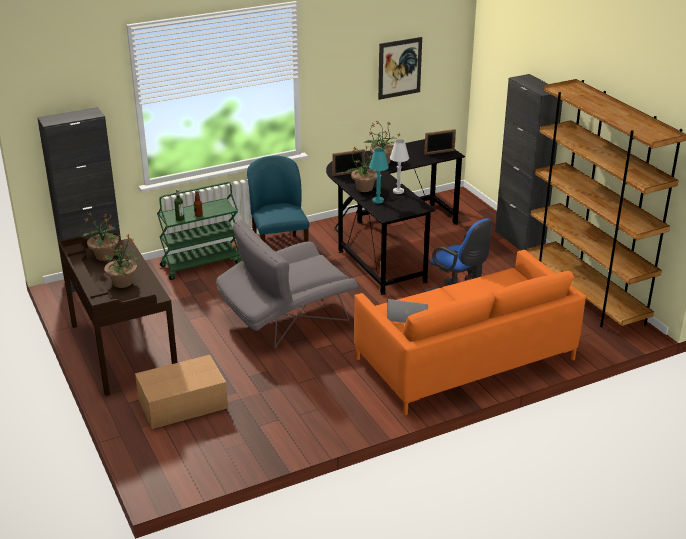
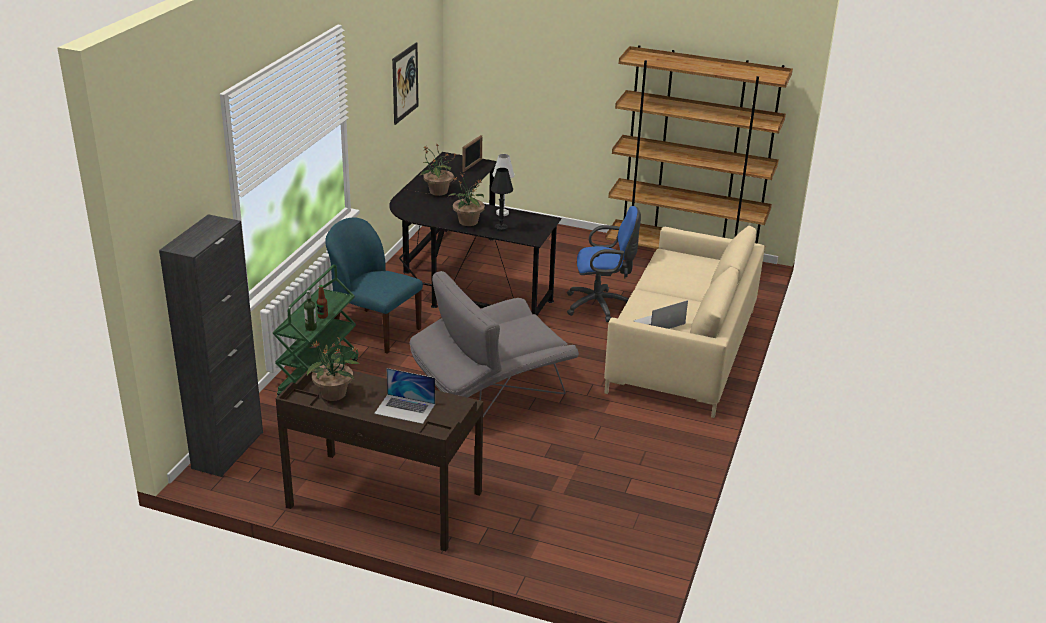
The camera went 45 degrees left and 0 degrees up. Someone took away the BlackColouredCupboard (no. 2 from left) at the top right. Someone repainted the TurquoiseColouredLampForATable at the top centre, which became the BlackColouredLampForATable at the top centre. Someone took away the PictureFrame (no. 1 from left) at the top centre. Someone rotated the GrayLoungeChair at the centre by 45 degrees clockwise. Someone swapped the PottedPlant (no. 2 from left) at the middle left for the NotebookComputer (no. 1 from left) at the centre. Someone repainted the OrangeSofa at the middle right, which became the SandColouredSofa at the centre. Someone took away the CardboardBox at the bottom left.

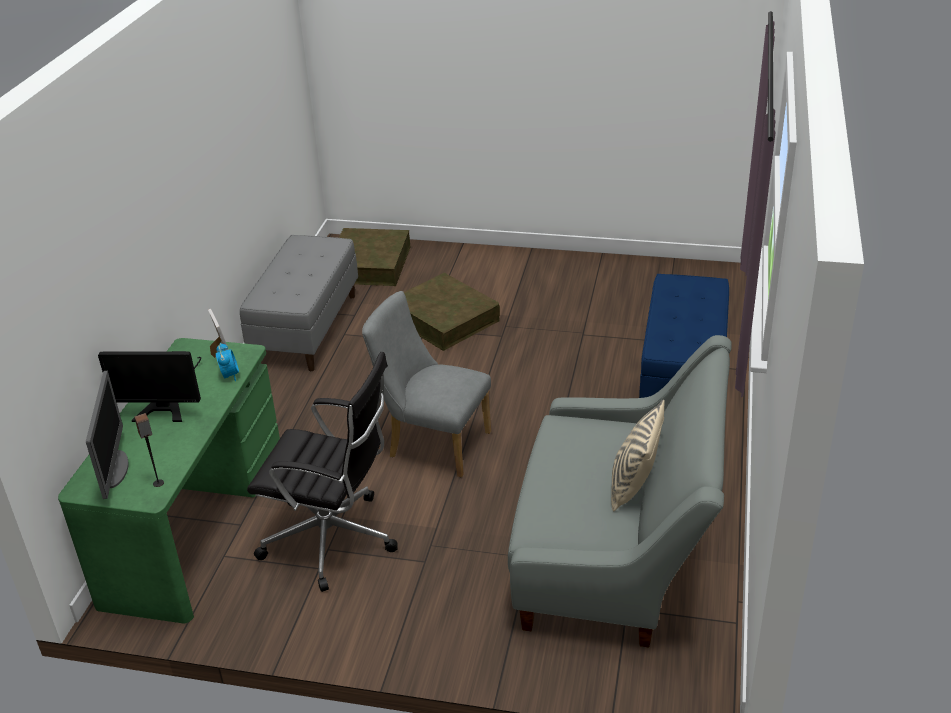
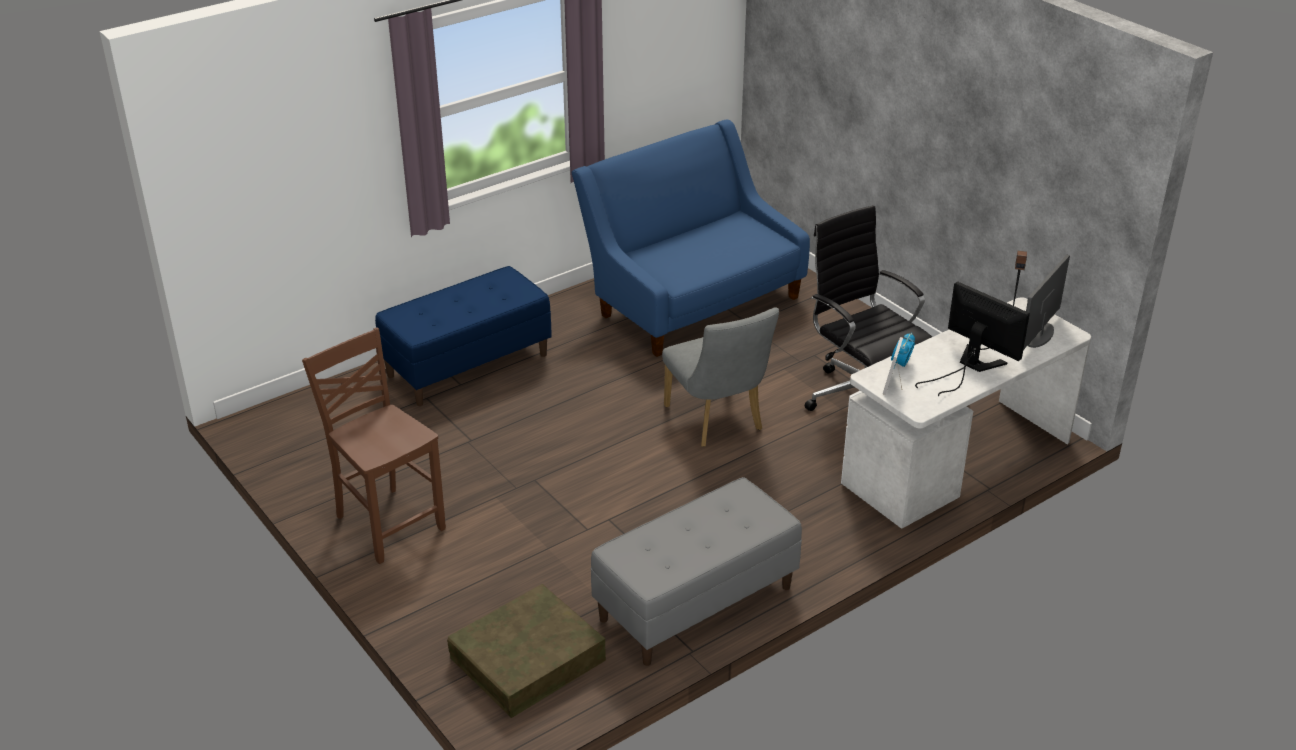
The camera went 140 degrees left and 0 degrees up. Someone took away the BrownStorageBin (no. 2 from left) at the centre. Someone repainted the GraySofa at the bottom centre, which became the BlueColouredSofa at the top centre. Someone repainted the GreenishDesk at the bottom left, which became the WhitishDesk at the middle right. Someone took away the SandColouredCushion at the middle right. Someone put down the BrownUprightChair at the middle left.

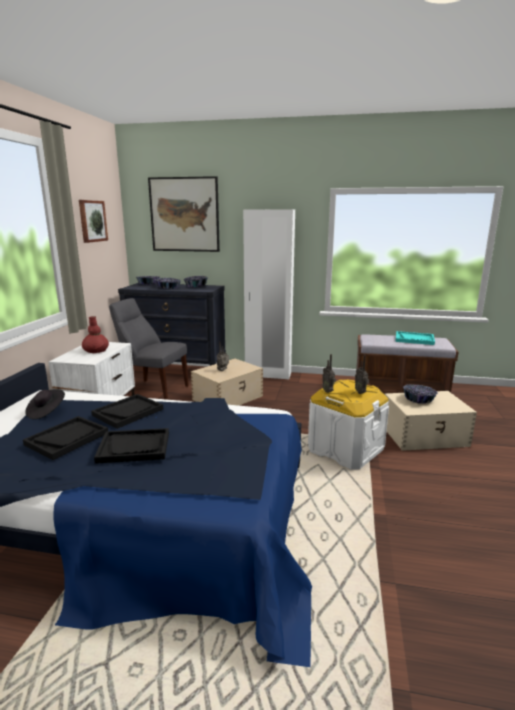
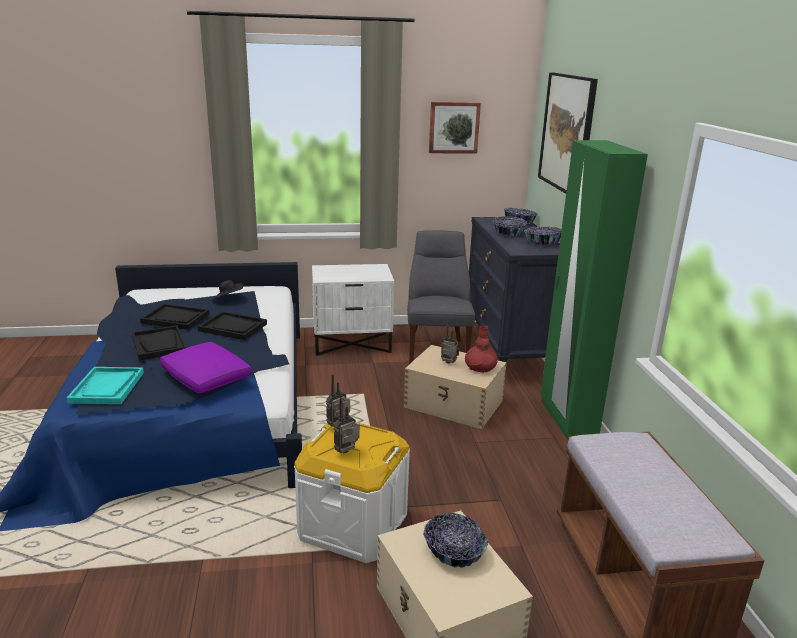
The camera went 70 degrees right and 5 degrees up. Someone repainted the WhitishClothesCupboard at the centre, which became the GreenishClothesCupboard at the middle right. Someone carried the RedColouredVase from the middle left to the centre. Someone carried the TurquoiseColouredCarryingTray from the middle right to the middle left. Someone put down the PurpleColouredCushion at the middle left.

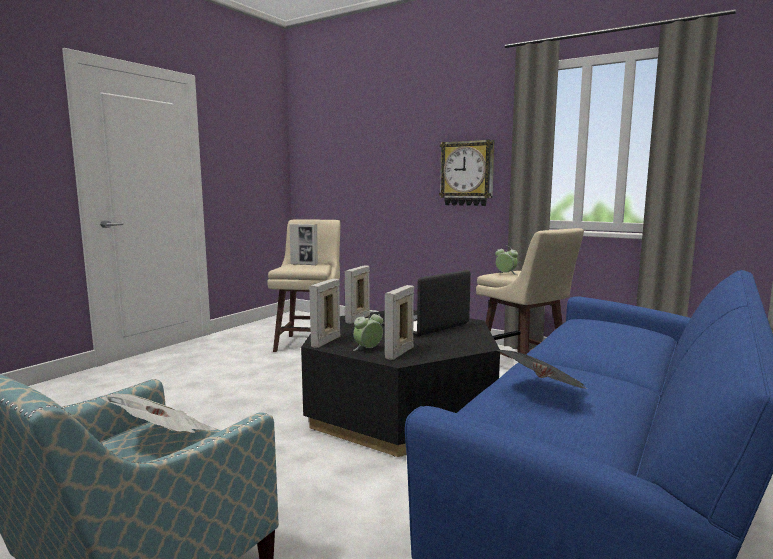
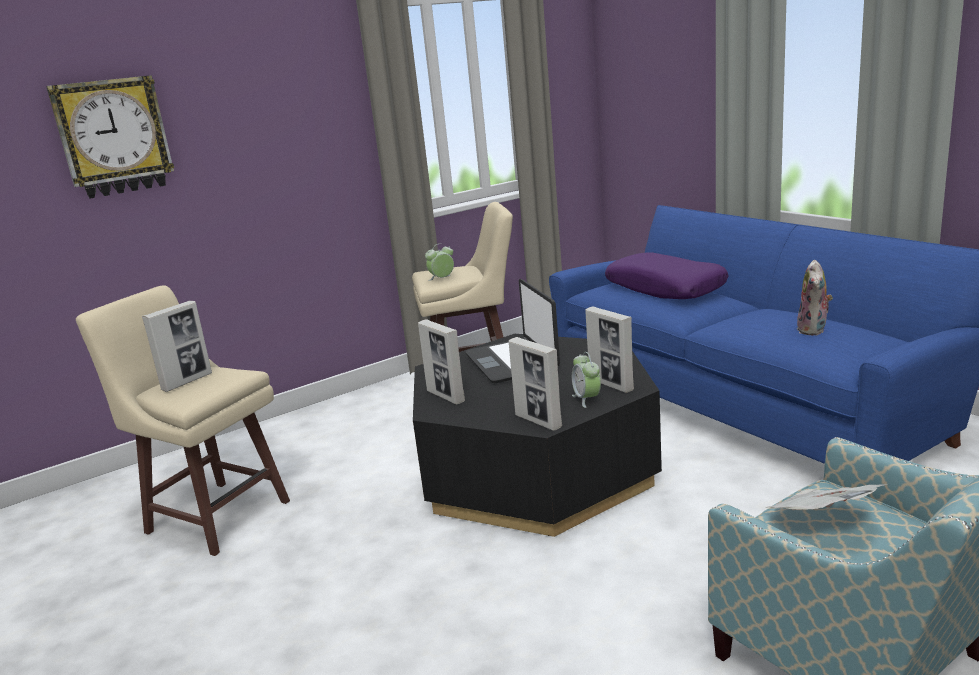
The camera went 65 degrees left and 10 degrees up. Someone carried the ClockOnTheWall from the top centre to the top left. Someone swapped the DailyPaper (no. 2 from left) at the middle right for the CuddlyToy at the middle right. Someone put down the PurpleColouredCushion at the middle right.

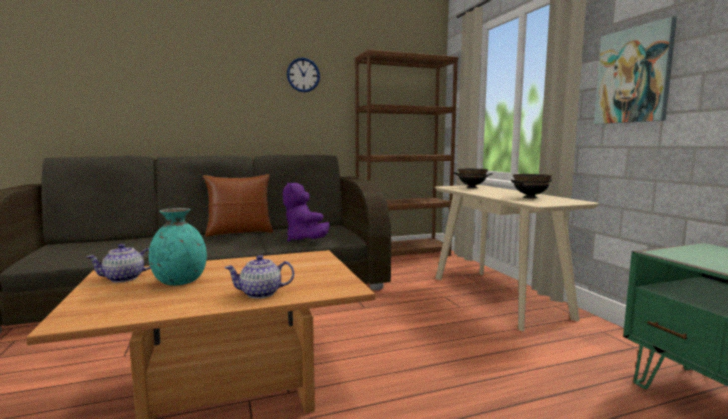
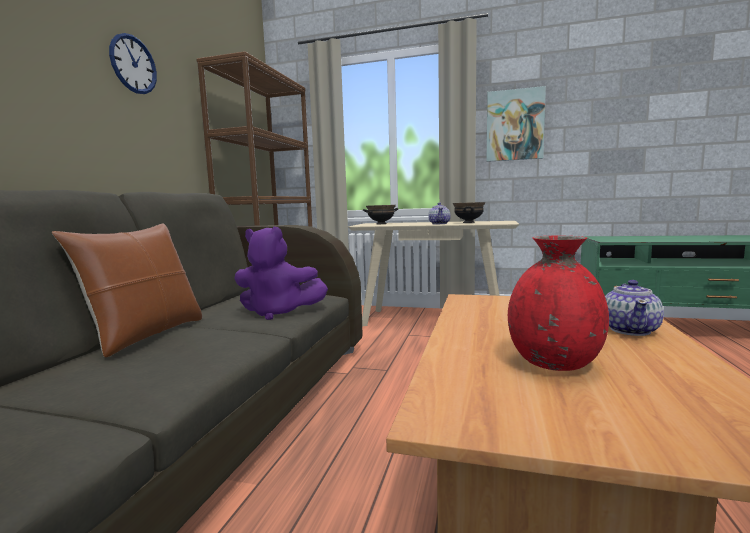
The camera went 55 degrees left and 0 degrees up. Someone repainted the TurquoiseColouredVase at the middle left, which became the RedColouredVase at the middle right. Someone carried the PotForTea (no. 1 from left) from the middle left to the centre.

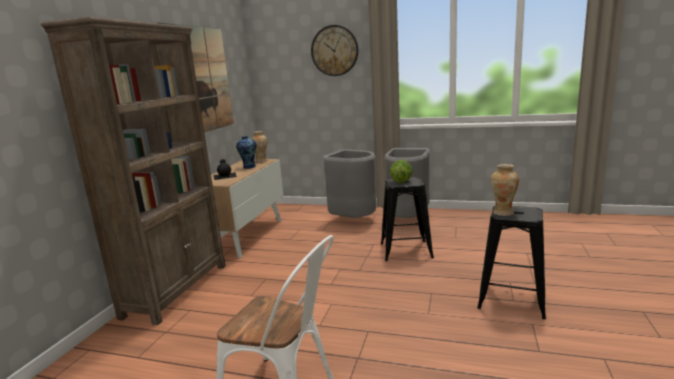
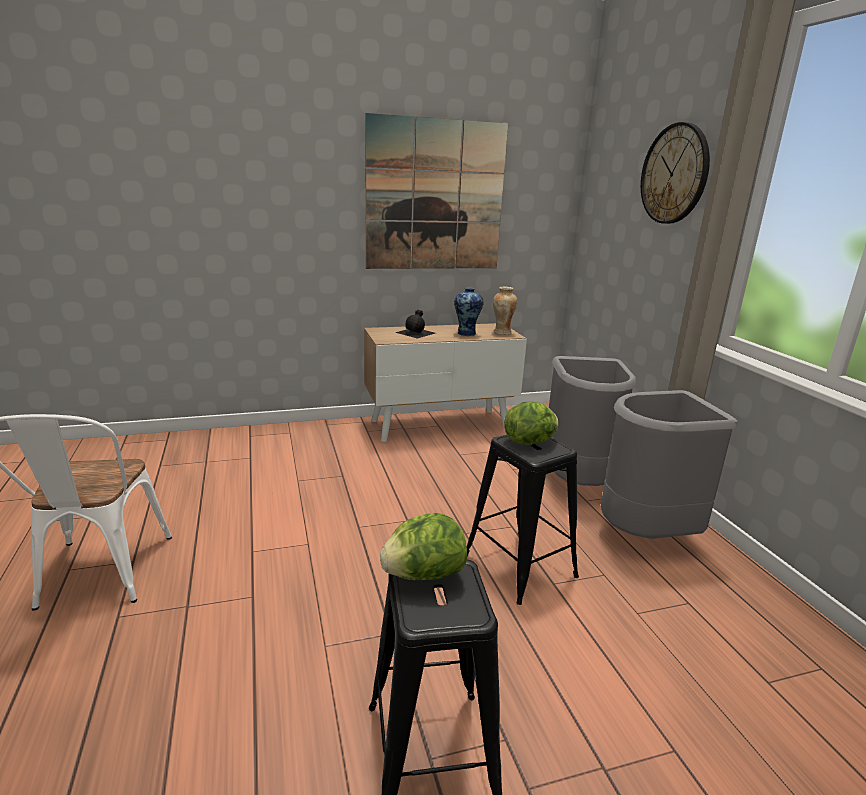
The camera went 55 degrees right and 5 degrees up. Someone took away the BrownShelvingUnit at the middle left. Someone swapped the Vase (no. 3 from left) at the middle right for the HeadOfLettuce (no. 1 from left) at the bottom centre.

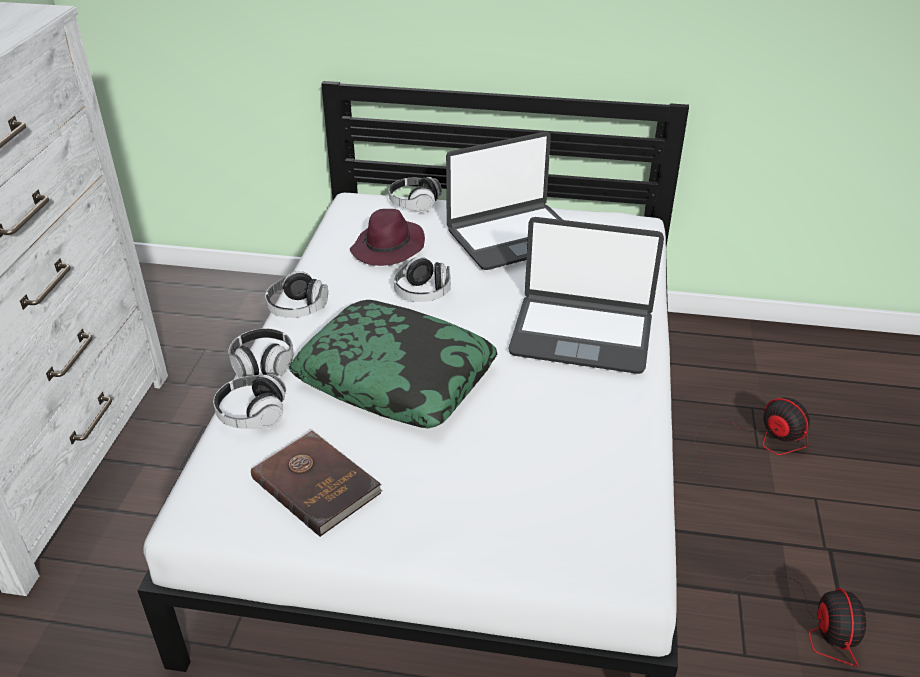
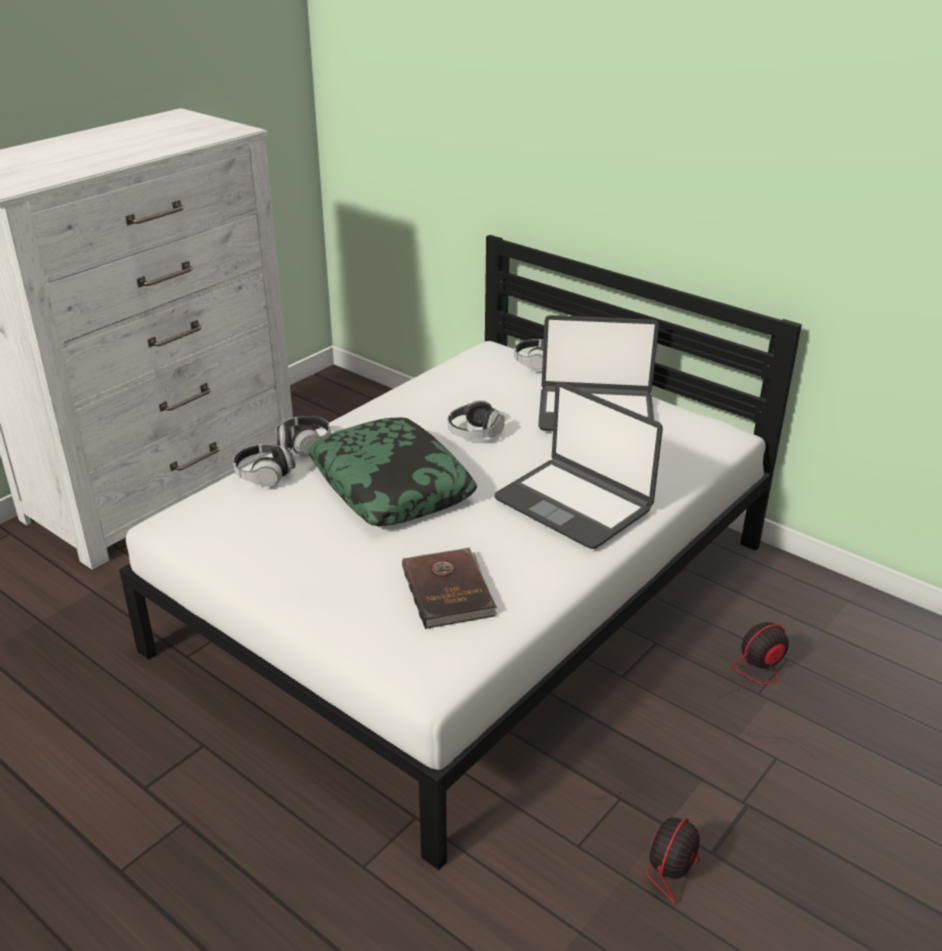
The camera went 30 degrees right and 5 degrees down. Someone took away the PurpleColouredClothingHat at the centre. Someone took away the PairOfHeadphones (no. 3 from left) at the middle left. Someone rotated the CoolingFan (no. 1 from left in the first image) at the middle right by 105 degrees counterclockwise. Someone carried the BrownBoundBook from the bottom centre to the centre.

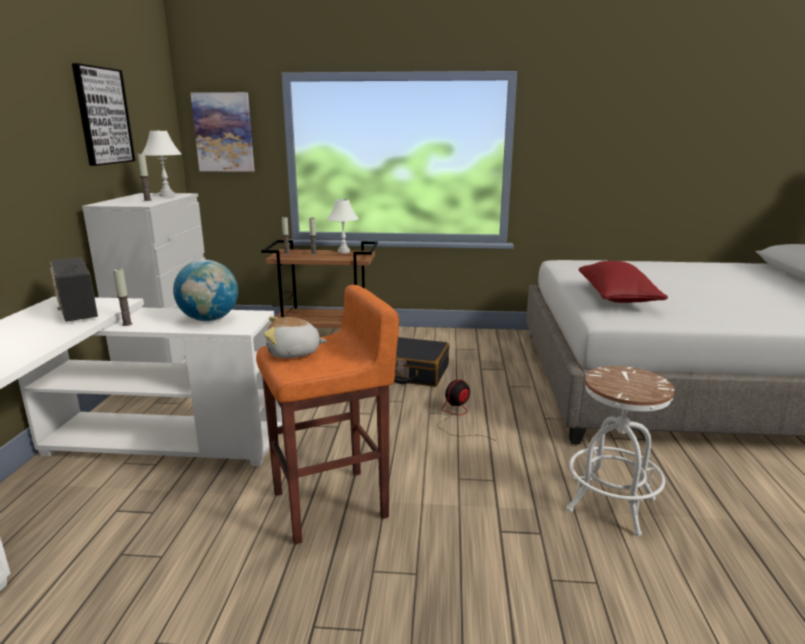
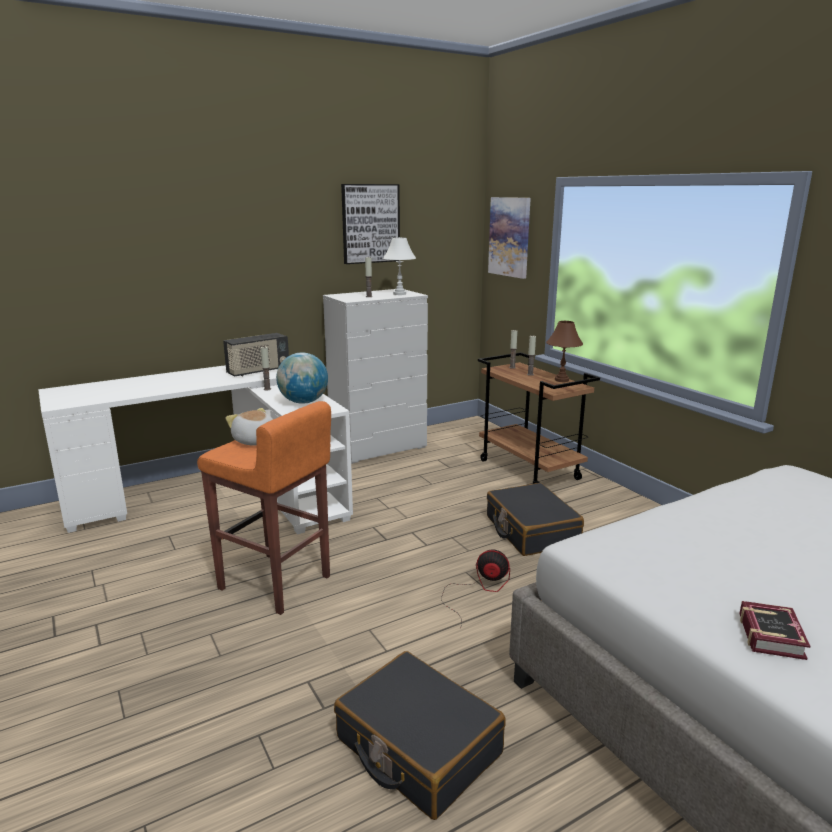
The camera went 55 degrees right and 0 degrees up. Someone repainted the WhitishLampForATable (no. 2 from left) at the centre, which became the BrownLampForATable at the middle right. Someone rotated the RadioReceiver at the middle left by 150 degrees counterclockwise. Someone took away the RedColouredCushion at the middle right. Someone swapped the WhitishStool at the bottom right for the BlackColouredSuitcase (no. 1 from left) at the bottom centre. Someone put down the BoundBook at the bottom right.

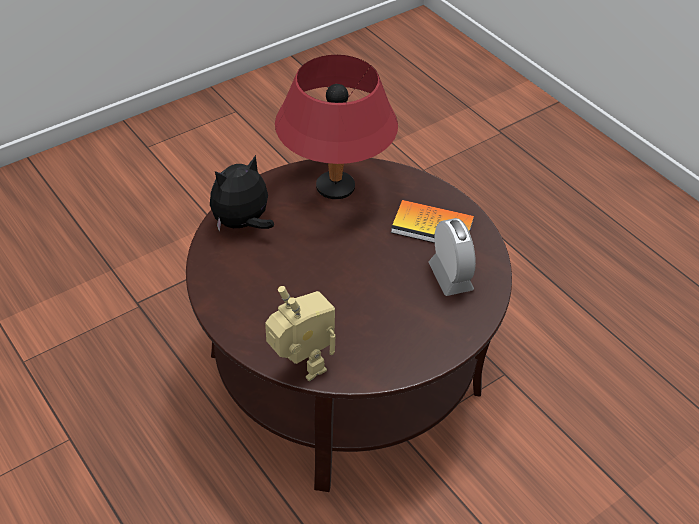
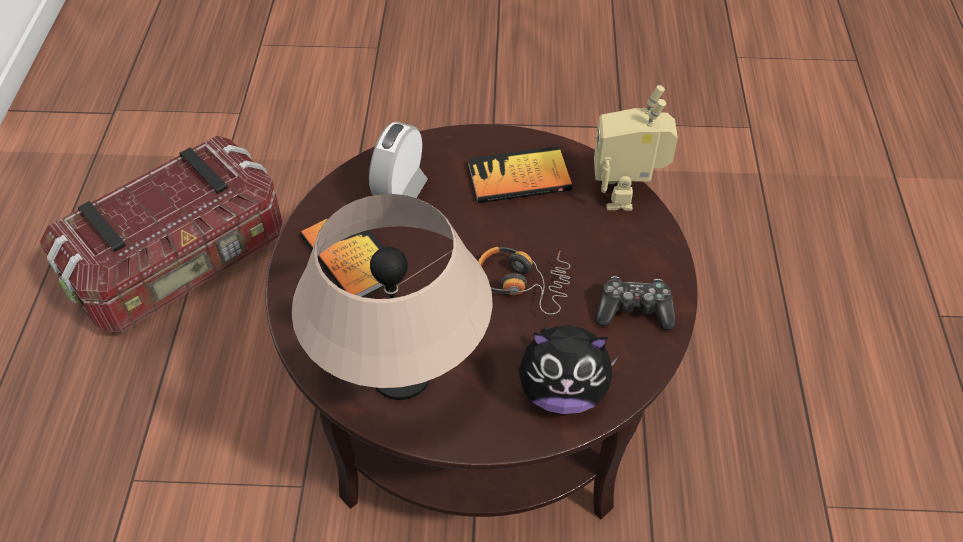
The camera went 140 degrees left and 5 degrees up. Someone repainted the RedColouredLampForATable at the top centre, which became the SandColouredLampForATable at the centre. Someone put down the StorageBin at the middle left. Someone put down the BoundBook (no. 2 from left) at the top centre. Someone put down the PairOfHeadphones at the centre. Someone put down the Gamepad at the centre.

